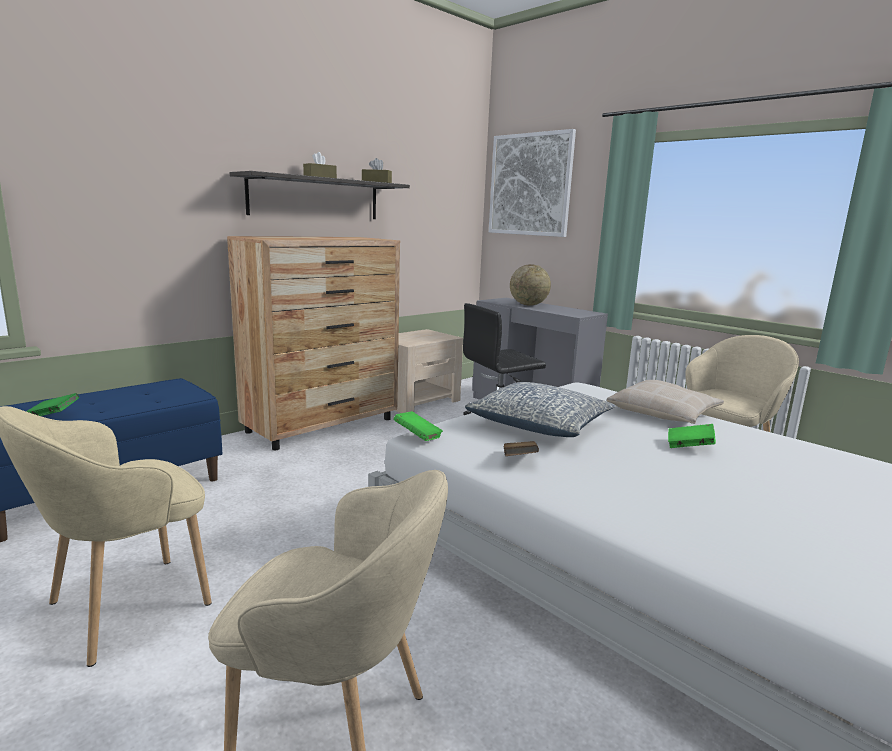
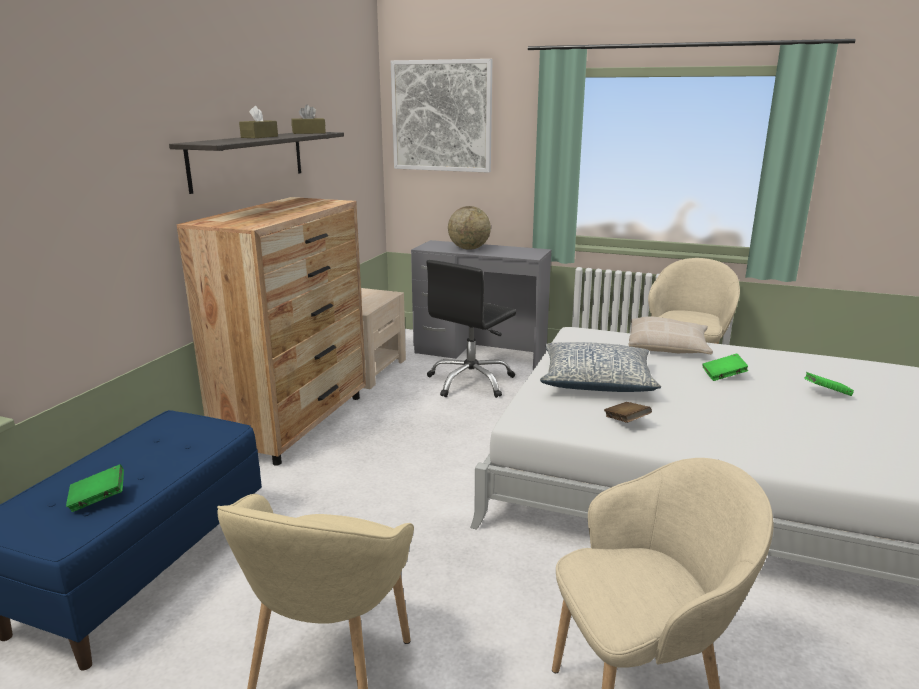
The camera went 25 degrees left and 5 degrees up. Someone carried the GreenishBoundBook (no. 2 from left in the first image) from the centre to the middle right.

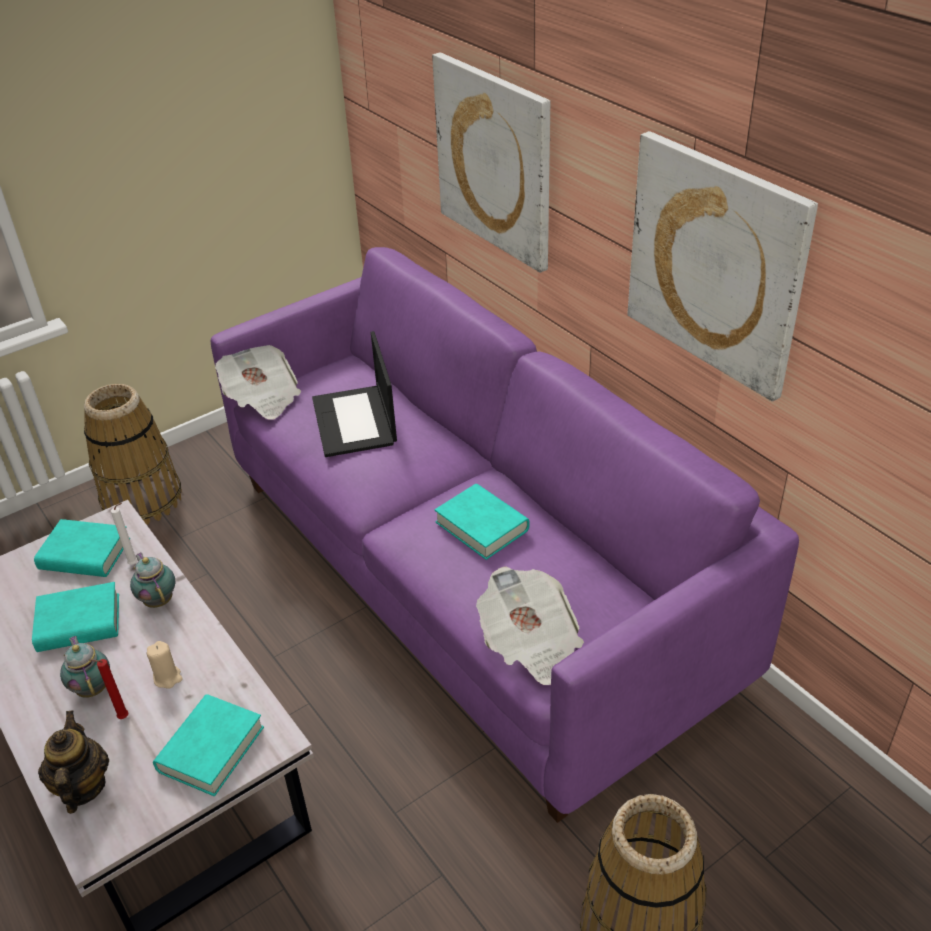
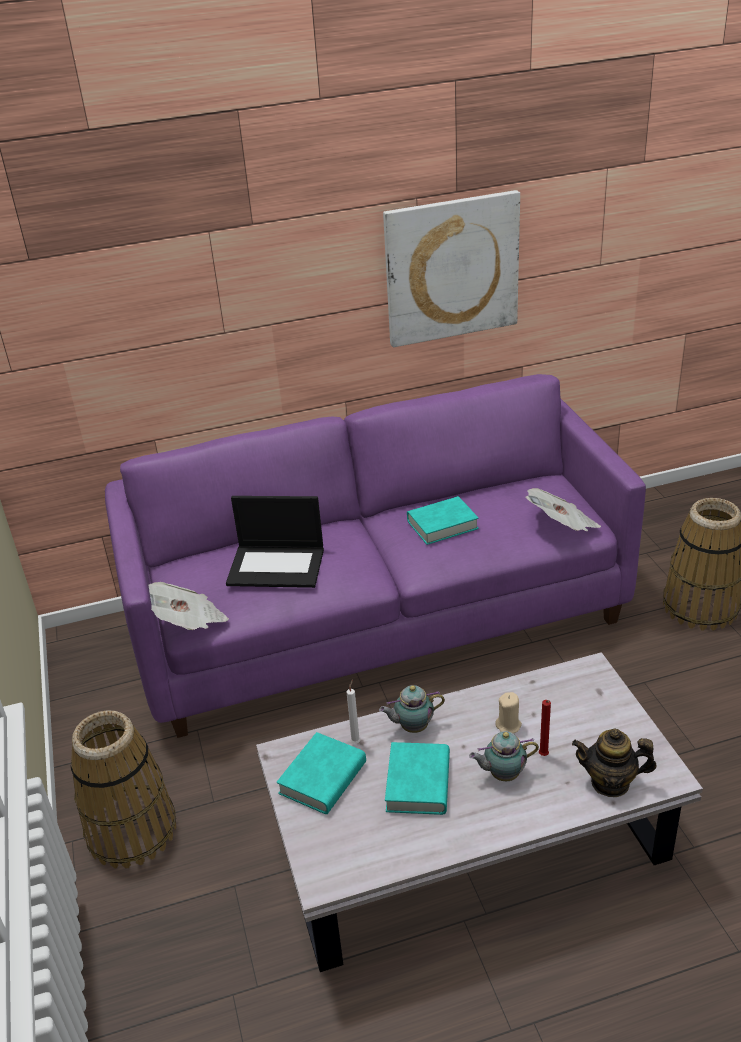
The camera went 70 degrees left and 5 degrees down. Someone took away the Picture (no. 1 from left) at the top centre. Someone took away the TurquoiseColouredBoundBook (no. 3 from left) at the bottom left.

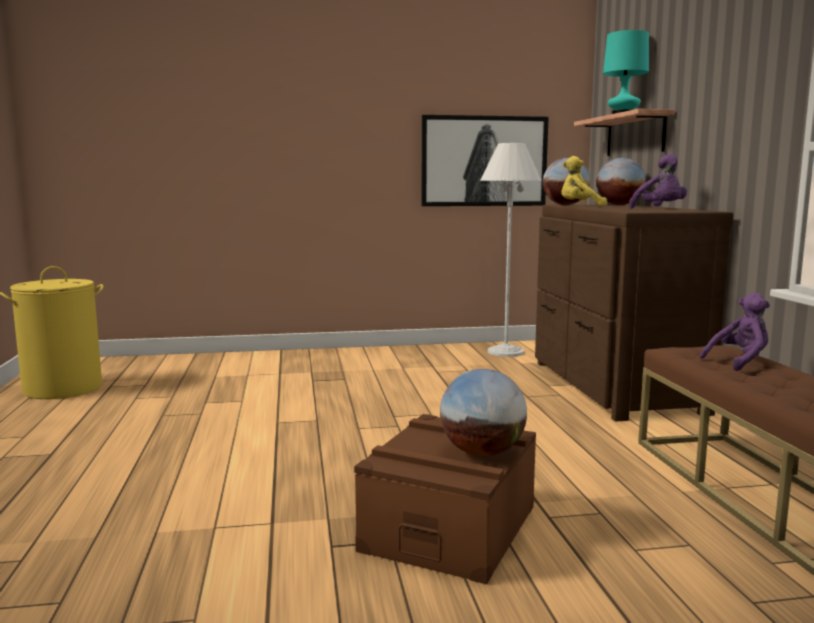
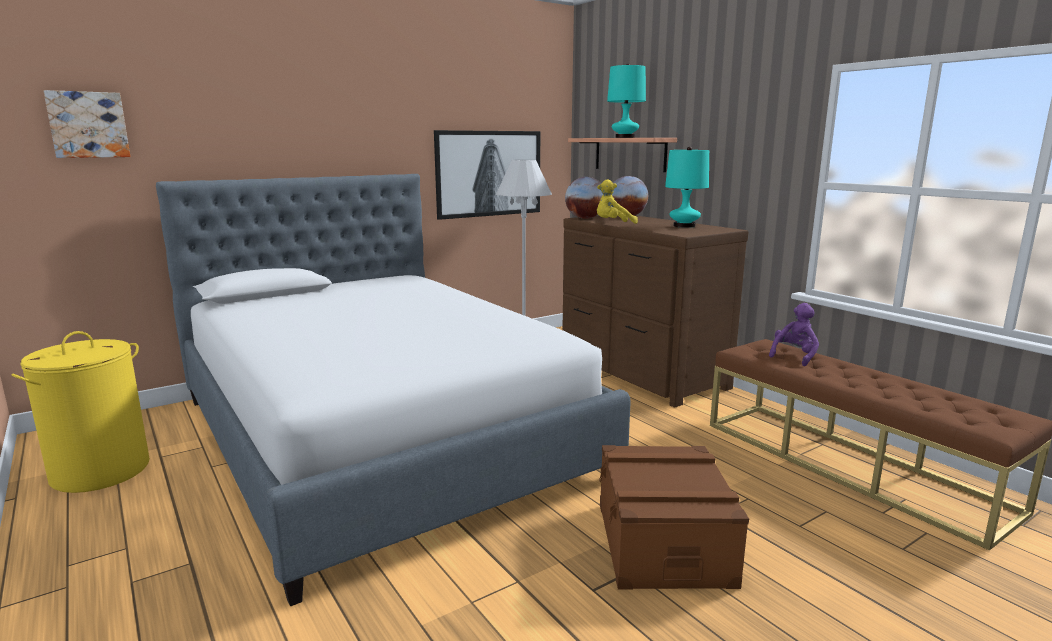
The camera went 25 degrees left and 5 degrees up. Someone swapped the PurpleColouredCuddlyToy (no. 1 from left) at the top right for the TurquoiseColouredLampForATable (no. 2 from left) at the top centre. Someone took away the WorldGlobe (no. 1 from left) at the centre. Someone put up the Picture (no. 1 from left) at the top left. Someone put down the Bed at the centre.

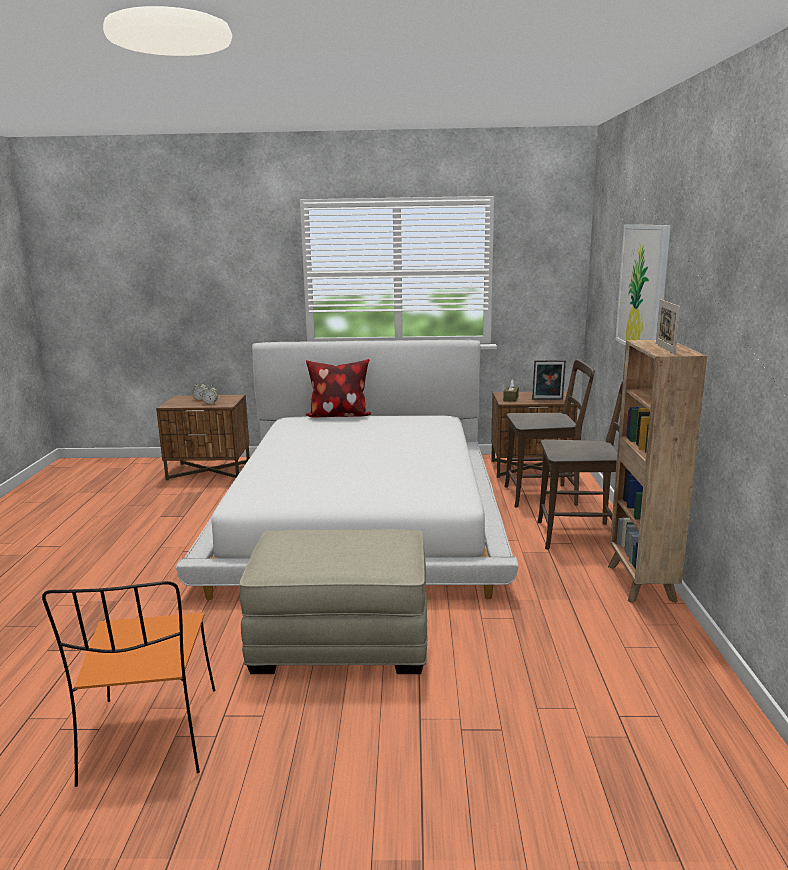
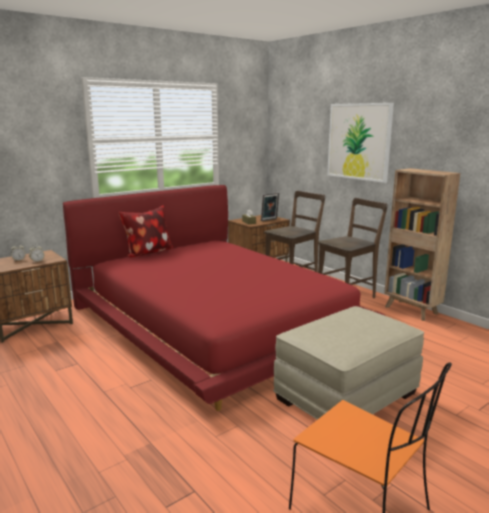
The camera went 40 degrees left and 0 degrees up. Someone took away the PictureFrame (no. 2 from left) at the middle right. Someone repainted the WhitishBed at the centre, which became the RedColouredBed at the centre.

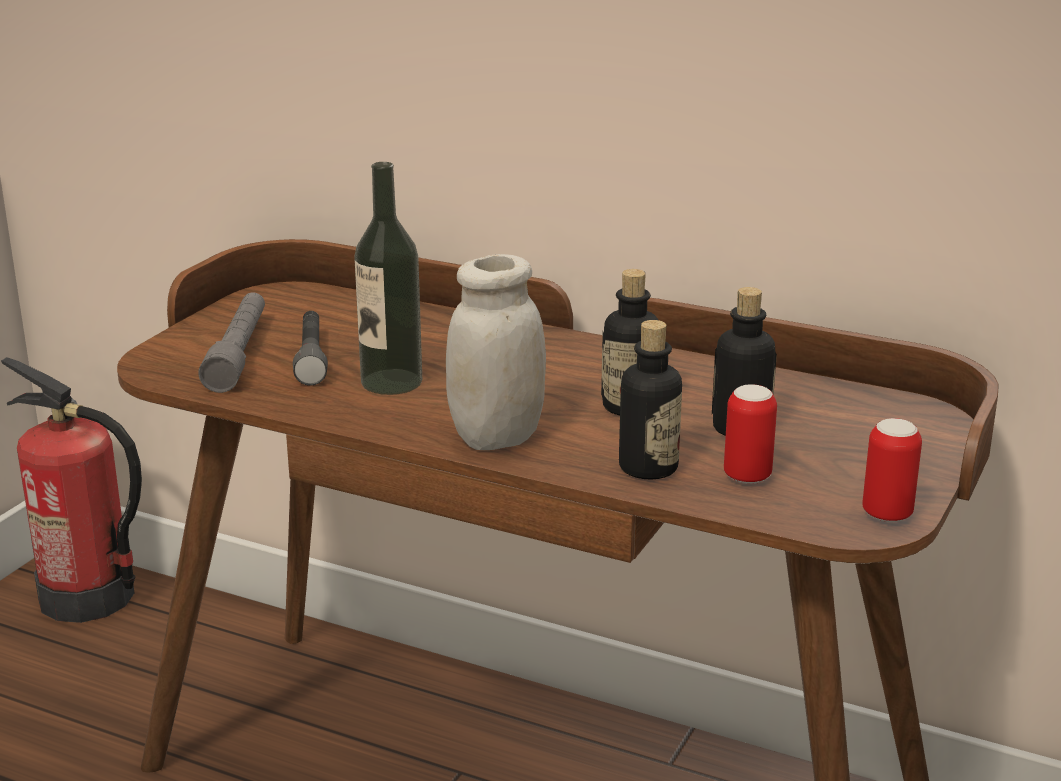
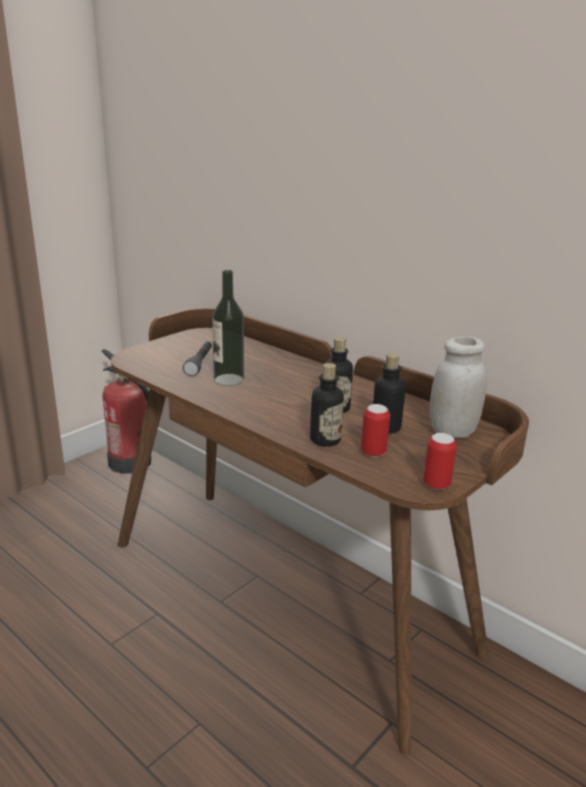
The camera went 15 degrees right and 0 degrees up. Someone carried the WhitishPreserveJar from the centre to the middle right. Someone took away the GrayTorch (no. 1 from left) at the middle left.

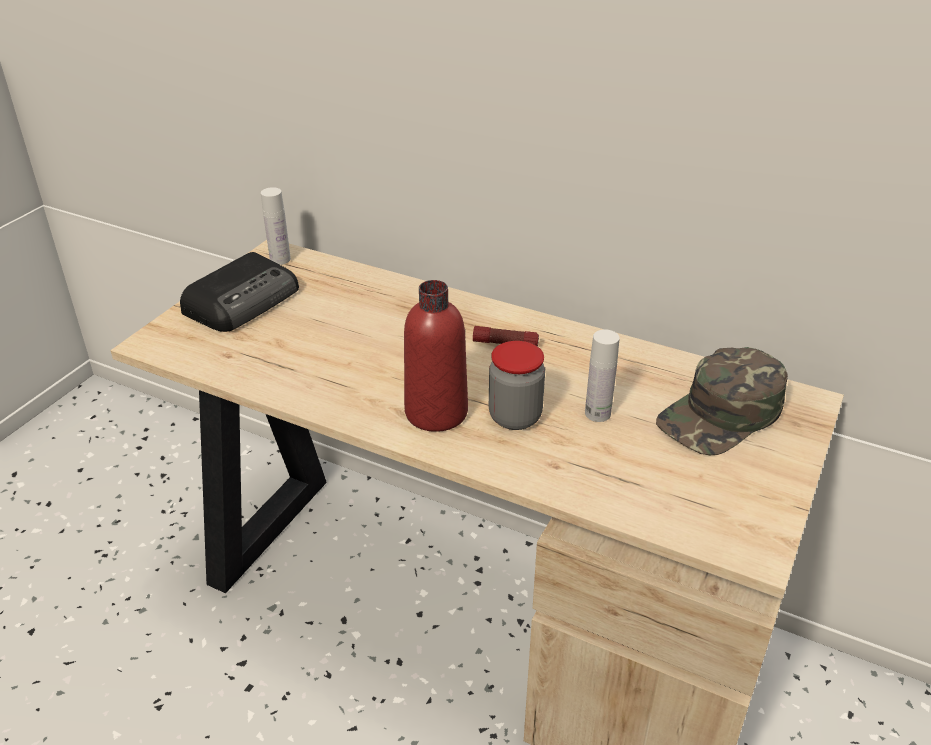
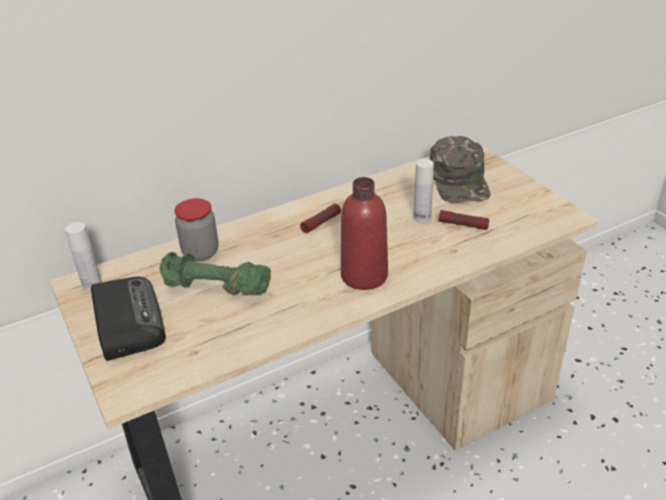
The camera went 55 degrees left and 0 degrees up. Someone carried the PreserveJar from the centre to the middle left. Someone put down the Torch (no. 2 from left) at the middle right. Someone put down the GreenishFreeWeight at the middle left.

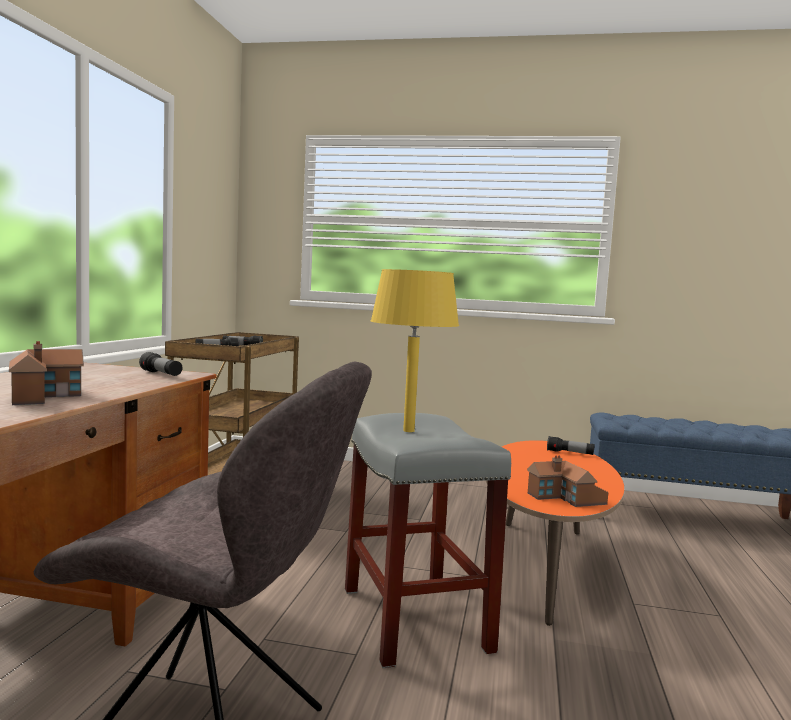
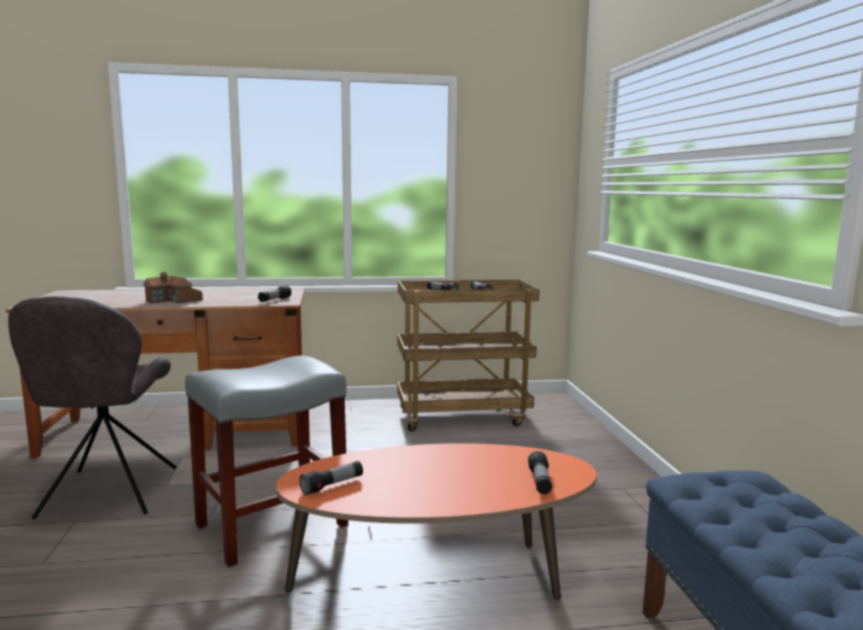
The camera went 70 degrees right and 5 degrees up. Someone took away the YellowColouredLampForATable at the centre. Someone swapped the MiniatureHouse (no. 2 from left) at the bottom right for the Torch (no. 2 from left) at the bottom centre.

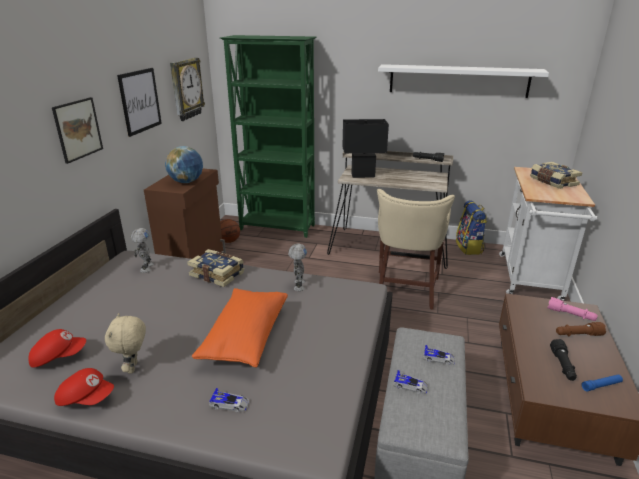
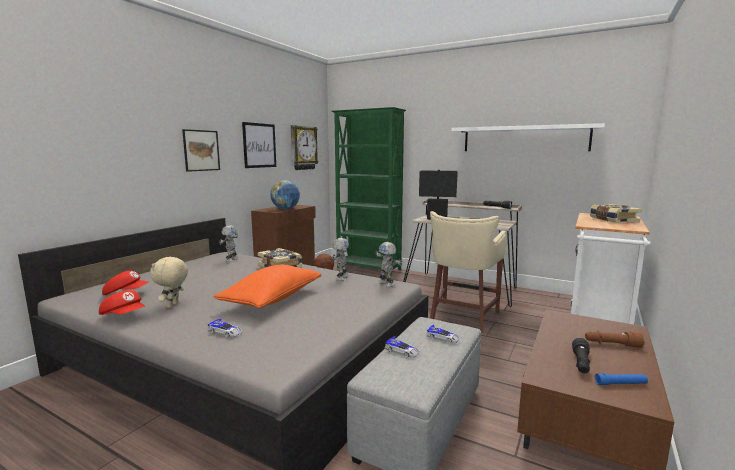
The camera went 15 degrees right and 15 degrees down. Someone took away the Rucksack at the middle right. Someone took away the PinkColouredTorch at the middle right. Someone put down the ToyRobot (no. 3 from left) at the centre.

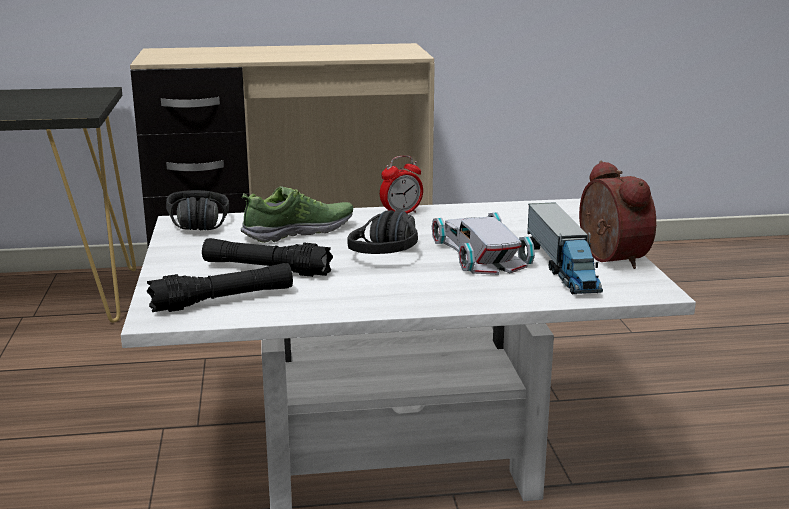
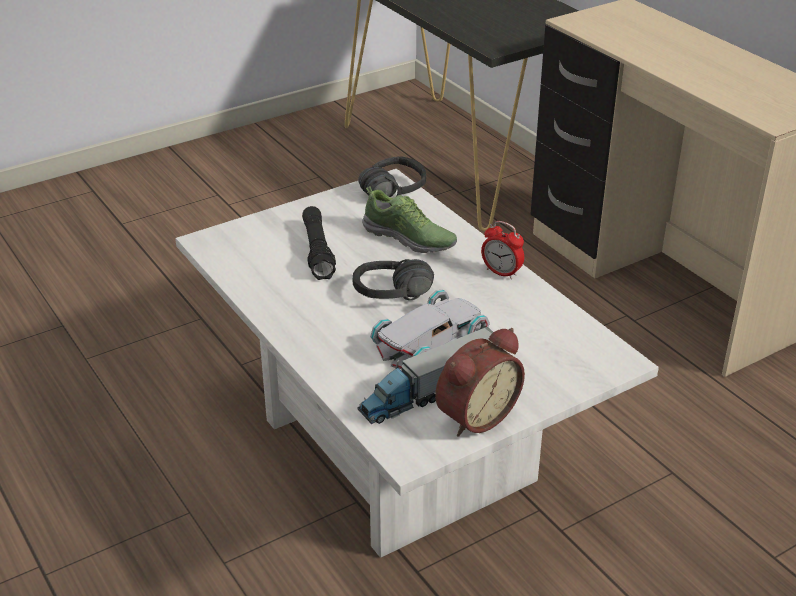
The camera went 65 degrees right and 15 degrees up. Someone took away the BlackColouredTorch (no. 1 from left) at the middle left.

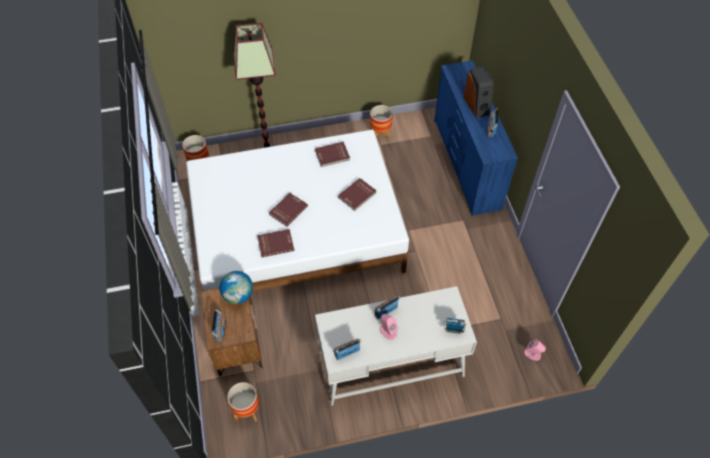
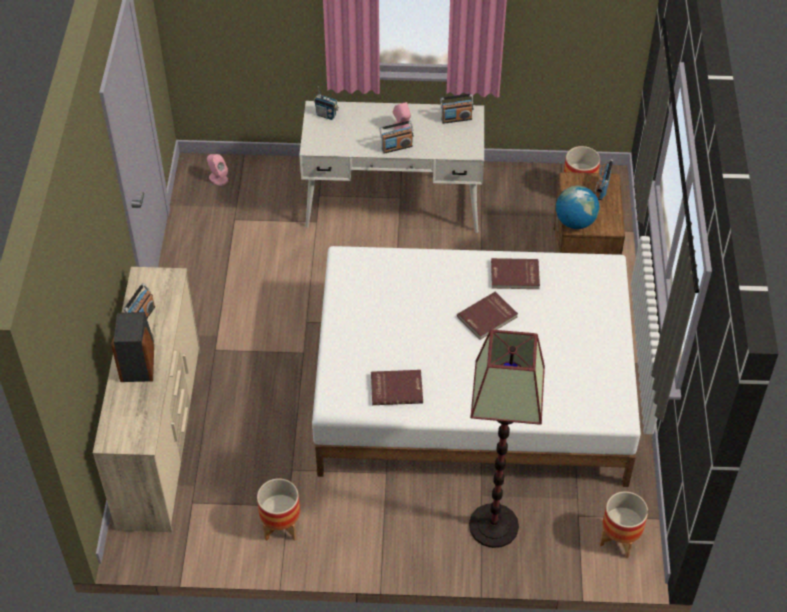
The camera went 165 degrees left and 5 degrees down. Someone repainted the BlueColouredChestOfDrawers at the top right, which became the SandColouredChestOfDrawers at the middle left. Someone took away the RedColouredBoundBook (no. 4 from left) at the centre.

